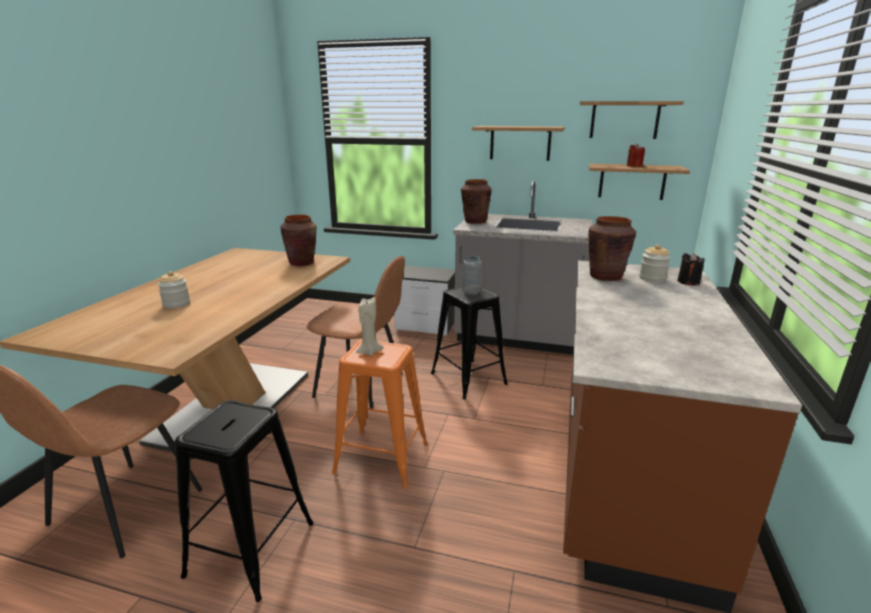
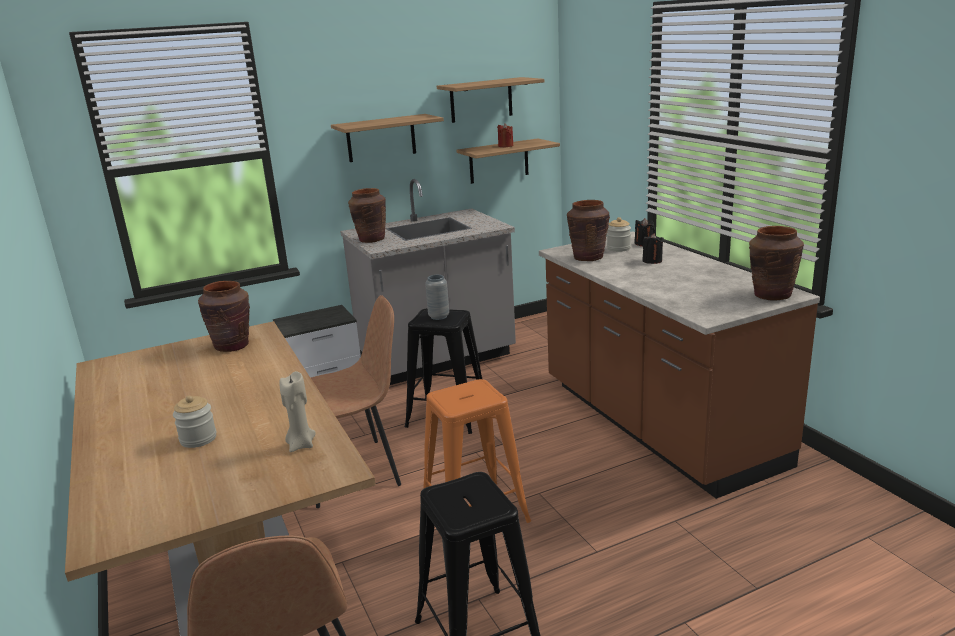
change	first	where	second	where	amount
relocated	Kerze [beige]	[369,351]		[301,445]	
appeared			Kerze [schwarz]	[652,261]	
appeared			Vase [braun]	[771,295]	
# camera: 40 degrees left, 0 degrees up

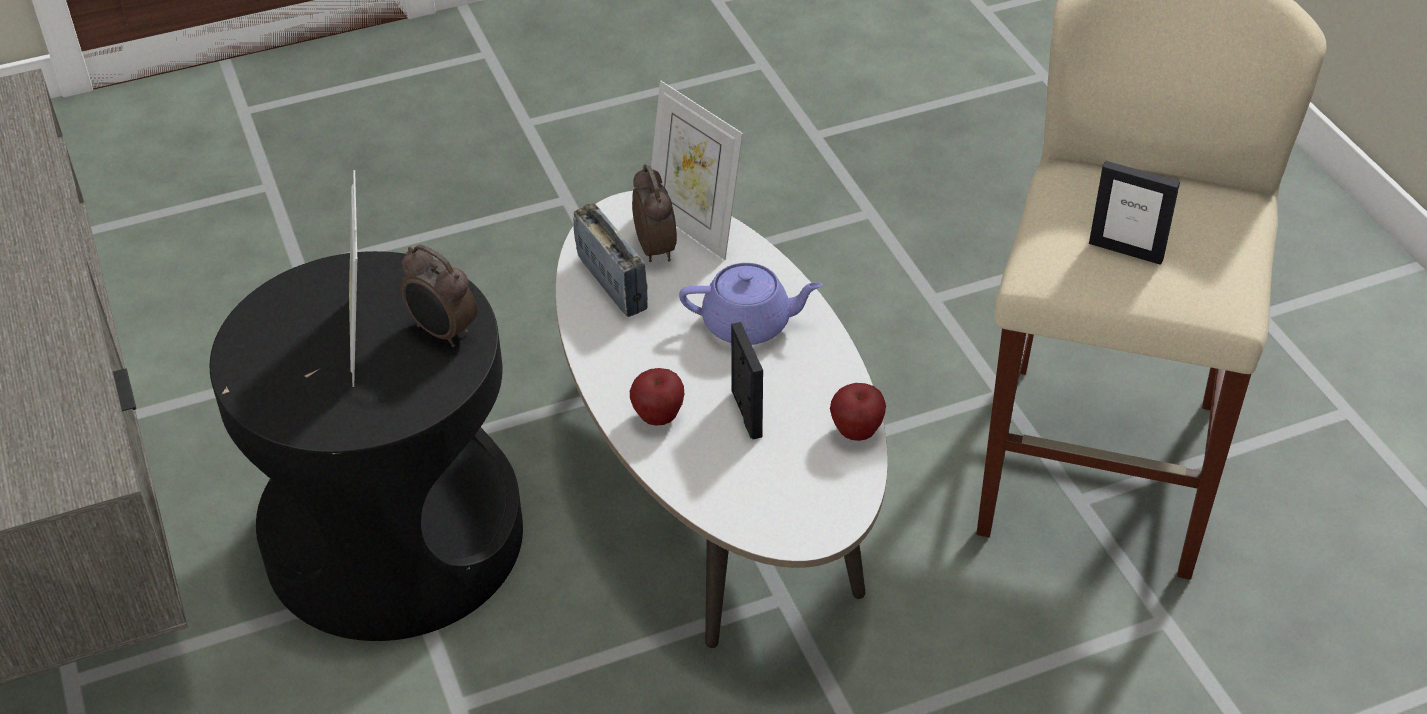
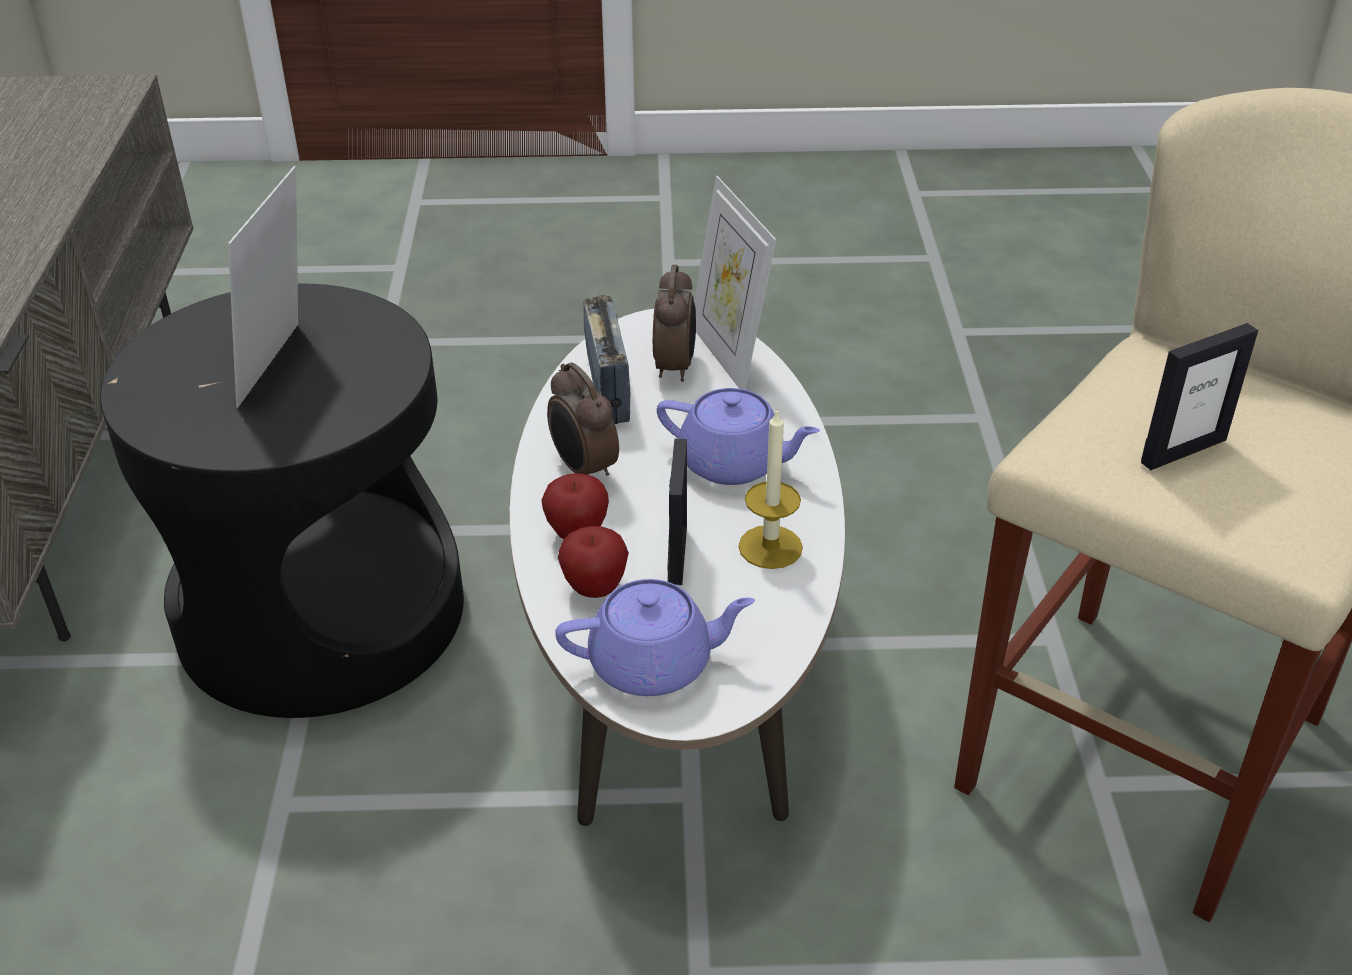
change	first	where	second	where	amount
relocated	Wecker	[442,332]		[583,469]	
relocated	Apfel	[856,432]		[594,588]	
spun	Bilderrahmen	[1126,250]		[1183,451]	75 degrees counterclockwise
appeared			Teekanne [lila]	[654,664]	
appeared			Kerze	[770,547]	
# camera: 20 degrees right, 5 degrees down

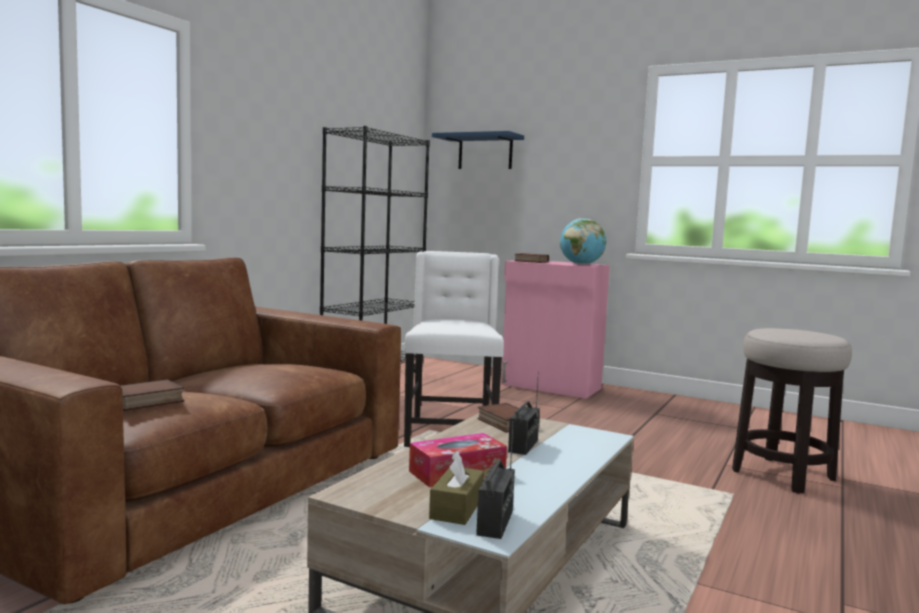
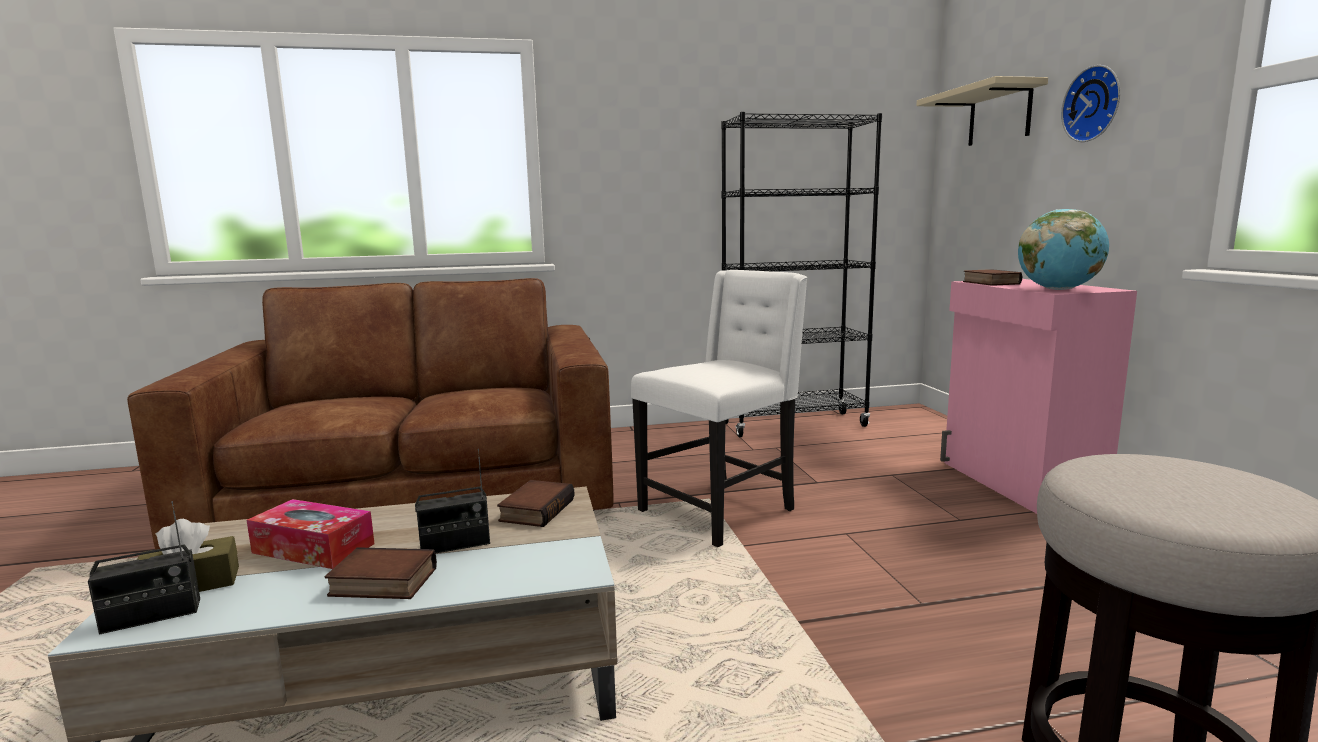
change	first	where	second	where	amount
relocated	Buch	[146,402]		[381,583]	
colour	Wandregal [blau]	[485,152]	Wandregal [beige]	[999,115]	
appeared			Wanduhr	[1094,104]	
# camera: 50 degrees right, 5 degrees up

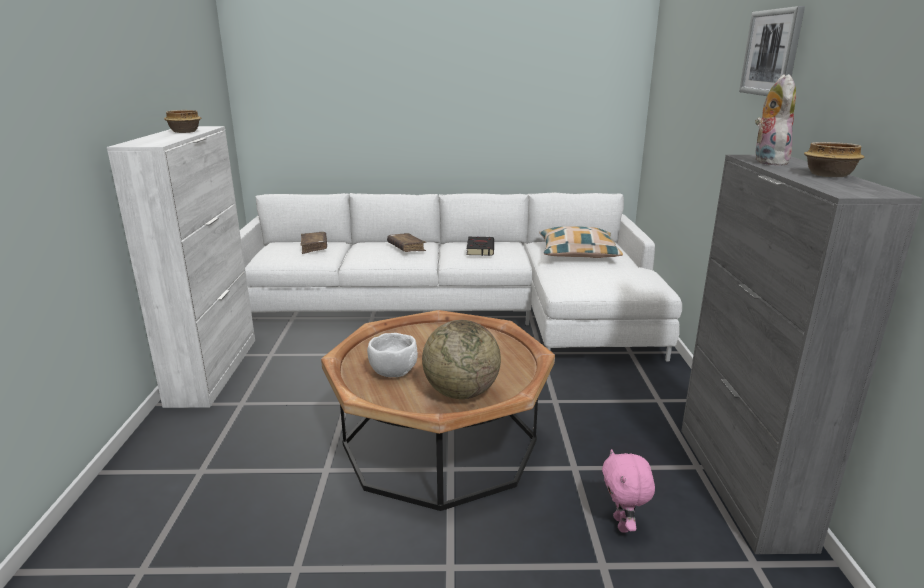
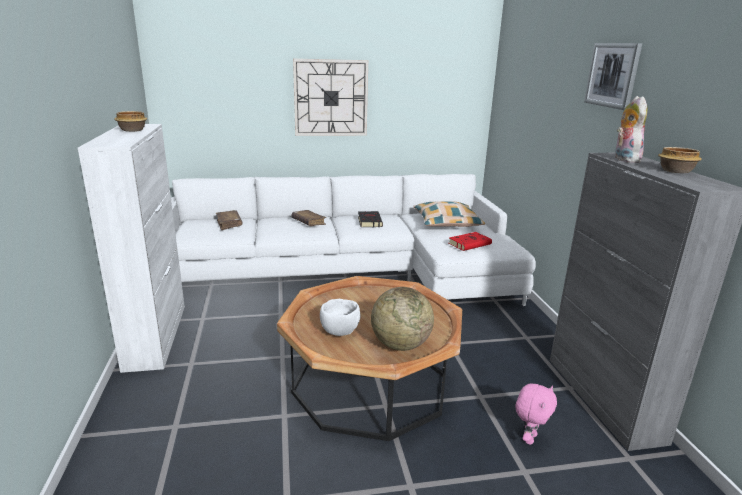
change	first	where	second	where	amount
spun	Plüschtier [rosa]	[622,524]		[529,438]	135 degrees counterclockwise
appeared			Wanduhr	[331,98]	
appeared			Buch [rot]	[470,244]	
# camera: 10 degrees left, 0 degrees up

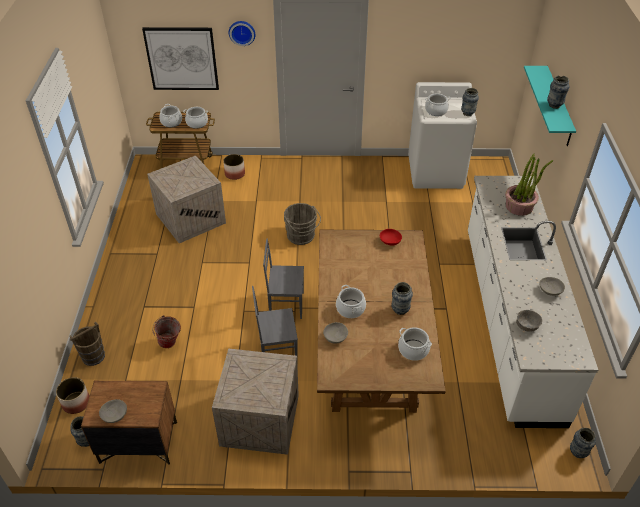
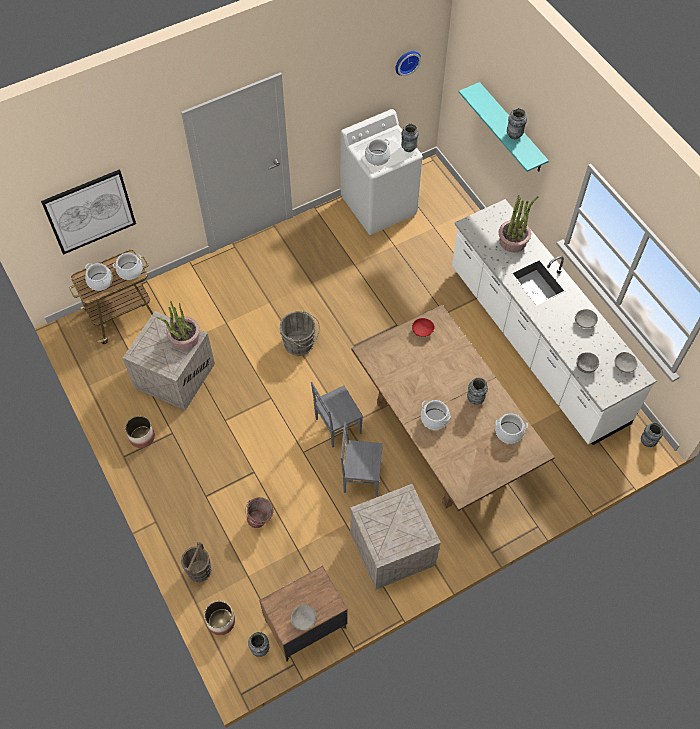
change	first	where	second	where	amount
relocated	Pflanzkübel	[234,174]		[142,437]	
relocated	Wanduhr	[242,32]		[406,61]	
spun	Stuhl [grau]	[277,350]		[361,476]	45 degrees clockwise
relocated	Schüssel [grau]	[335,337]		[623,366]	
appeared			Topfpflanze	[184,338]	
# camera: 30 degrees left, 15 degrees up

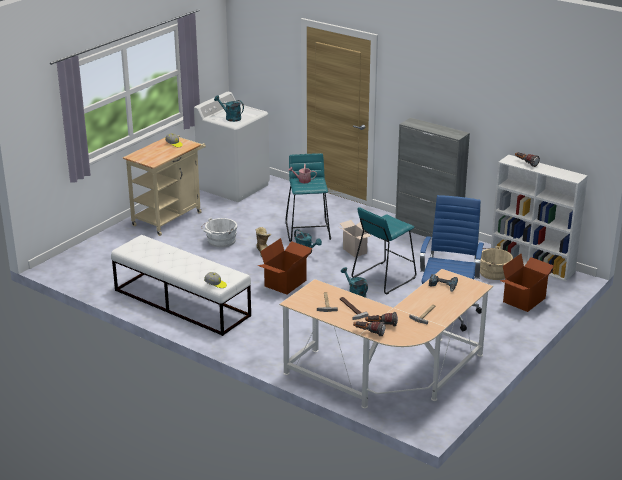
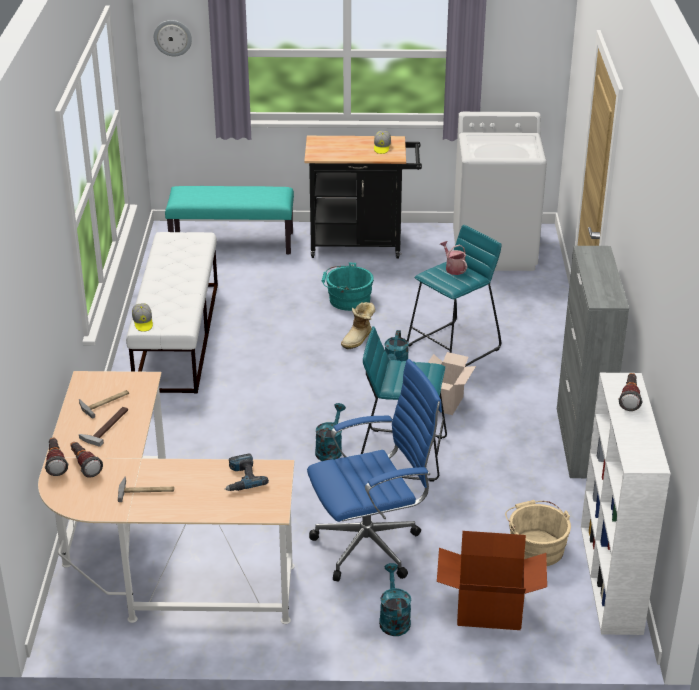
change	first	where	second	where	amount
colour	Rollwagen [beige]	[170,217]	Rollwagen [schwarz]	[362,245]	
colour	Eimer [weiß]	[220,241]	Eimer [türkis]	[347,300]	
relocated	Gießkanne [türkis]	[230,118]		[393,619]	
missing	Karton	[286,283]			
appeared			Wanduhr	[172,37]	
appeared			Bank [türkis]	[233,243]	
# camera: 55 degrees right, 5 degrees up

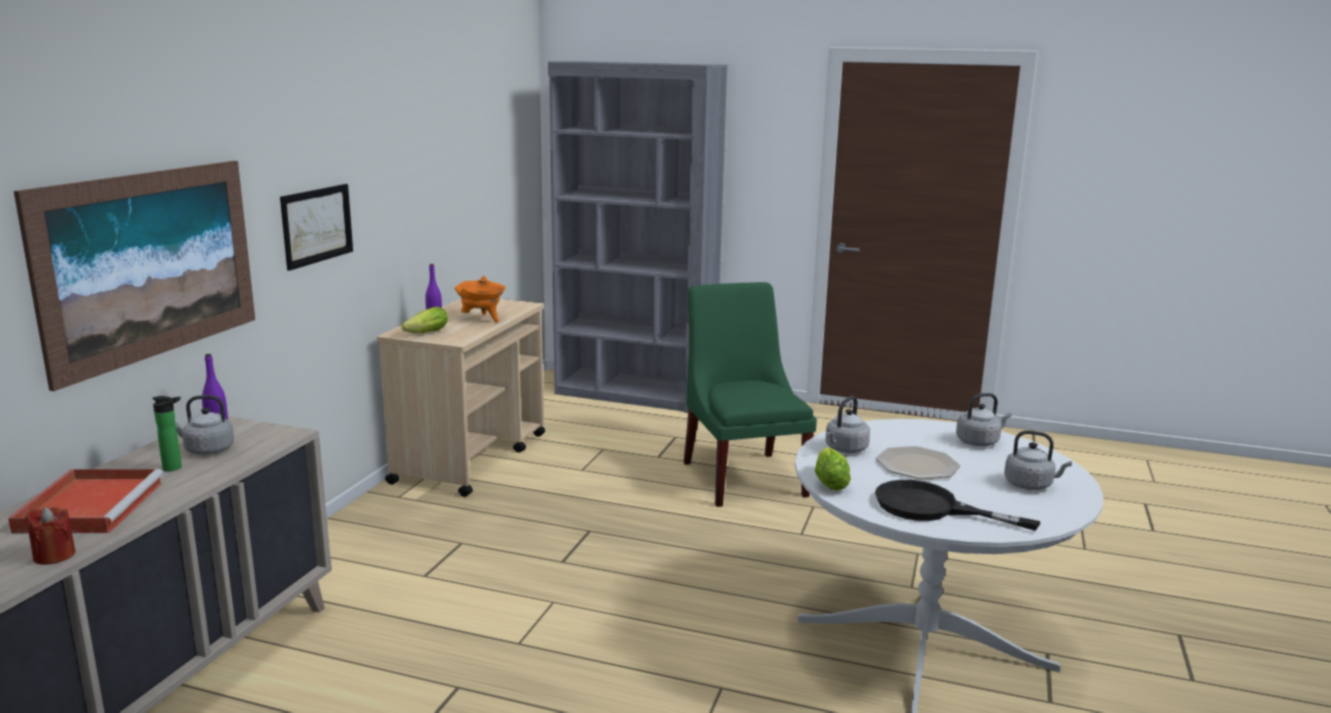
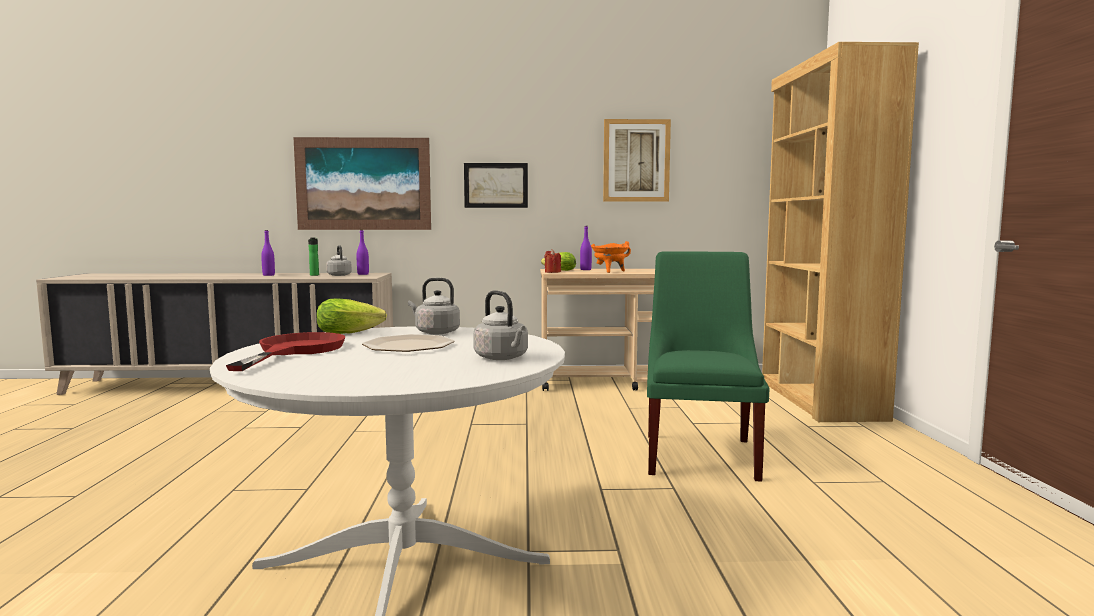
change	first	where	second	where	amount
exchanged	Tablett [rot]	[91,505]	Flasche [lila]	[268,275]	
relocated	Kerze [rot]	[54,555]		[552,272]	
colour	Bücherregal [grau]	[635,393]	Bücherregal [braun]	[818,399]	
spun	Stuhl [grün]	[743,476]		[701,454]	45 degrees counterclockwise
colour	Pfanne [schwarz]	[931,508]	Pfanne [rot]	[294,351]	
missing	Wasserkessel [grau]	[1031,485]			
appeared			Bild	[636,160]	
# camera: 70 degrees right, 10 degrees down

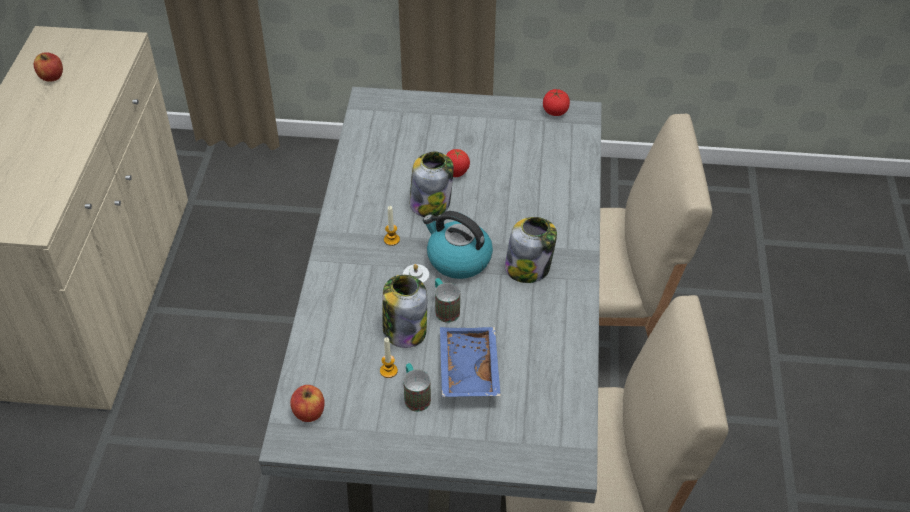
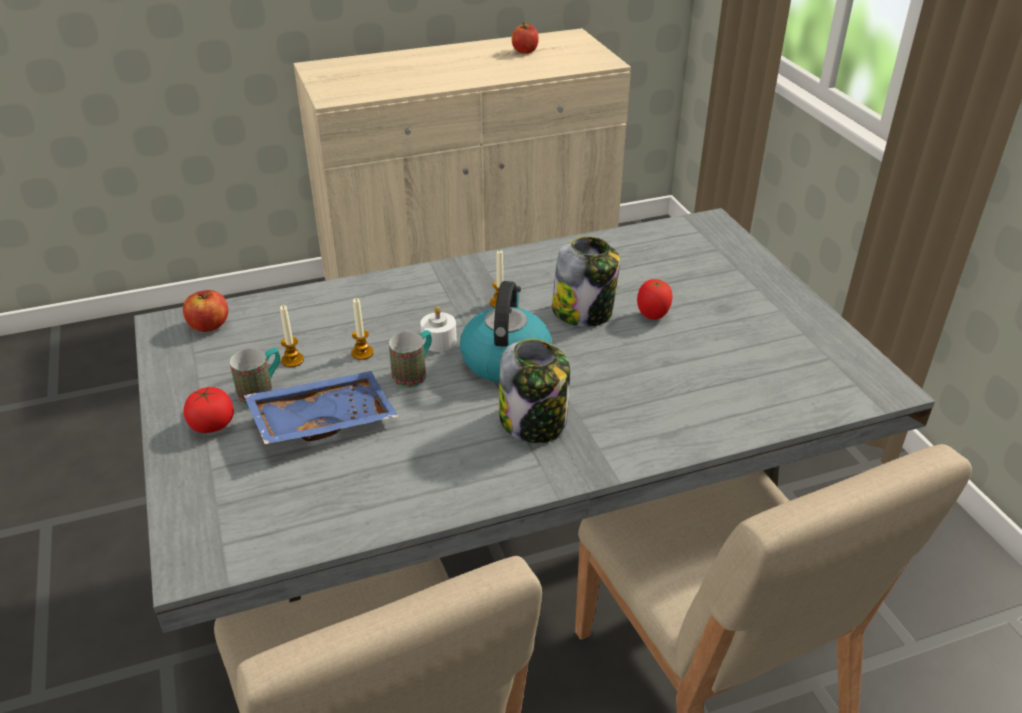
change	first	where	second	where	amount
exchanged	Vorratsglas	[404,330]	Kerze	[362,353]	
relocated	Tomate	[555,111]		[212,425]	
# camera: 65 degrees right, 10 degrees down

